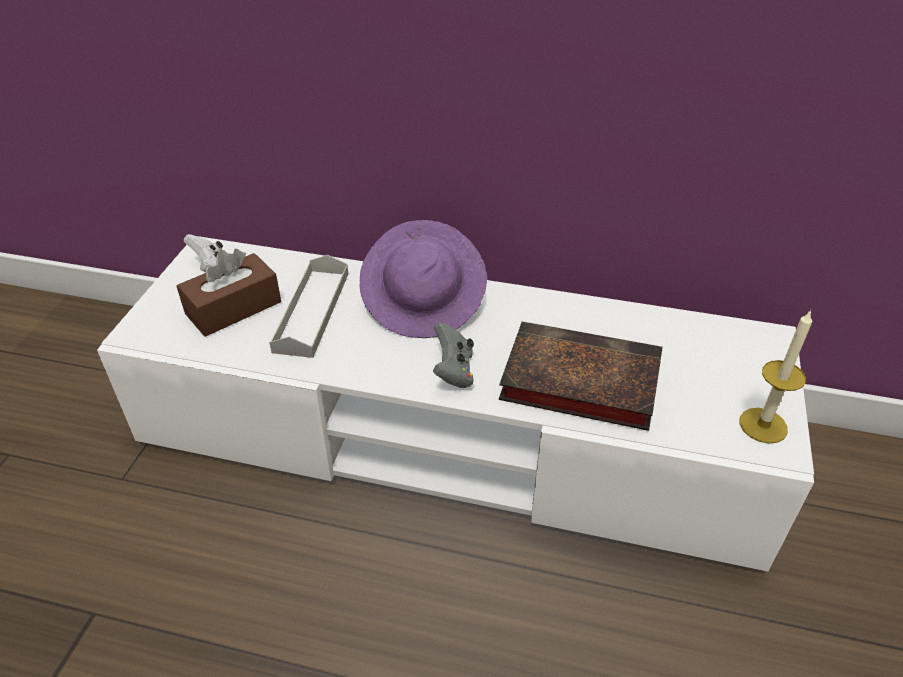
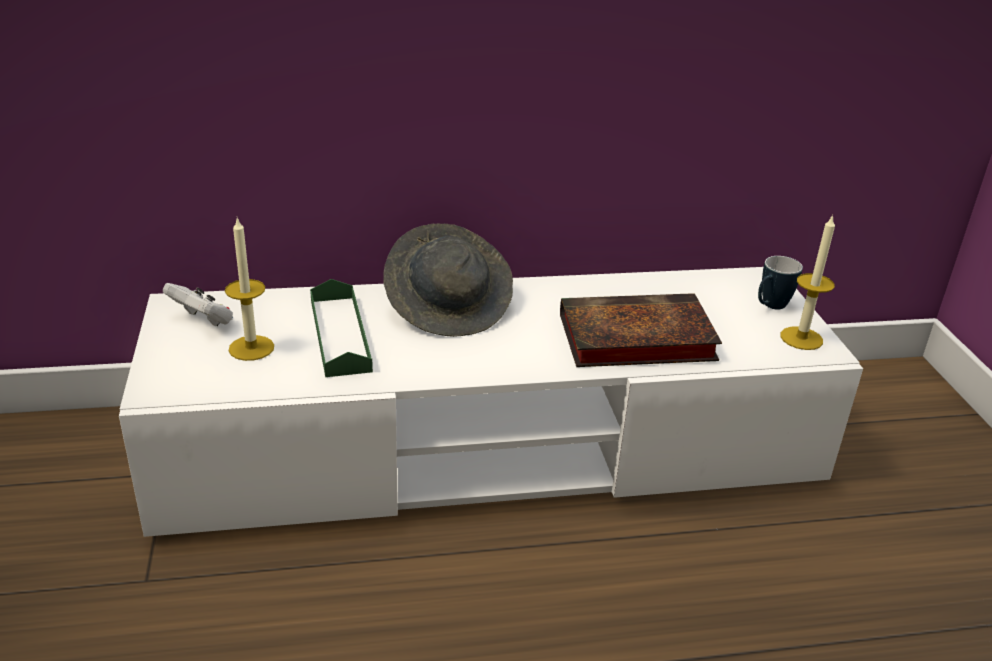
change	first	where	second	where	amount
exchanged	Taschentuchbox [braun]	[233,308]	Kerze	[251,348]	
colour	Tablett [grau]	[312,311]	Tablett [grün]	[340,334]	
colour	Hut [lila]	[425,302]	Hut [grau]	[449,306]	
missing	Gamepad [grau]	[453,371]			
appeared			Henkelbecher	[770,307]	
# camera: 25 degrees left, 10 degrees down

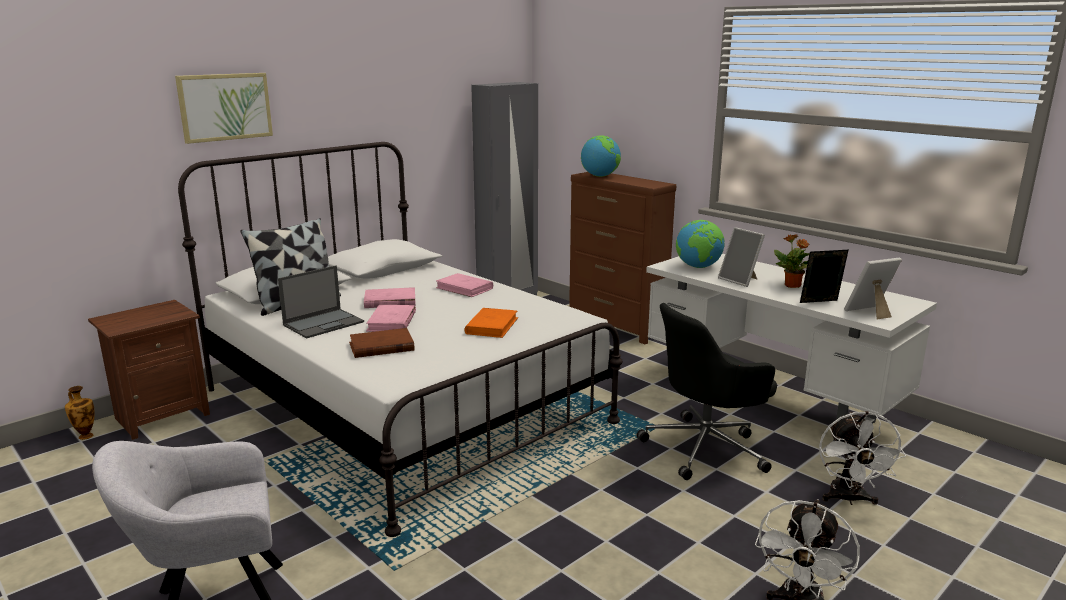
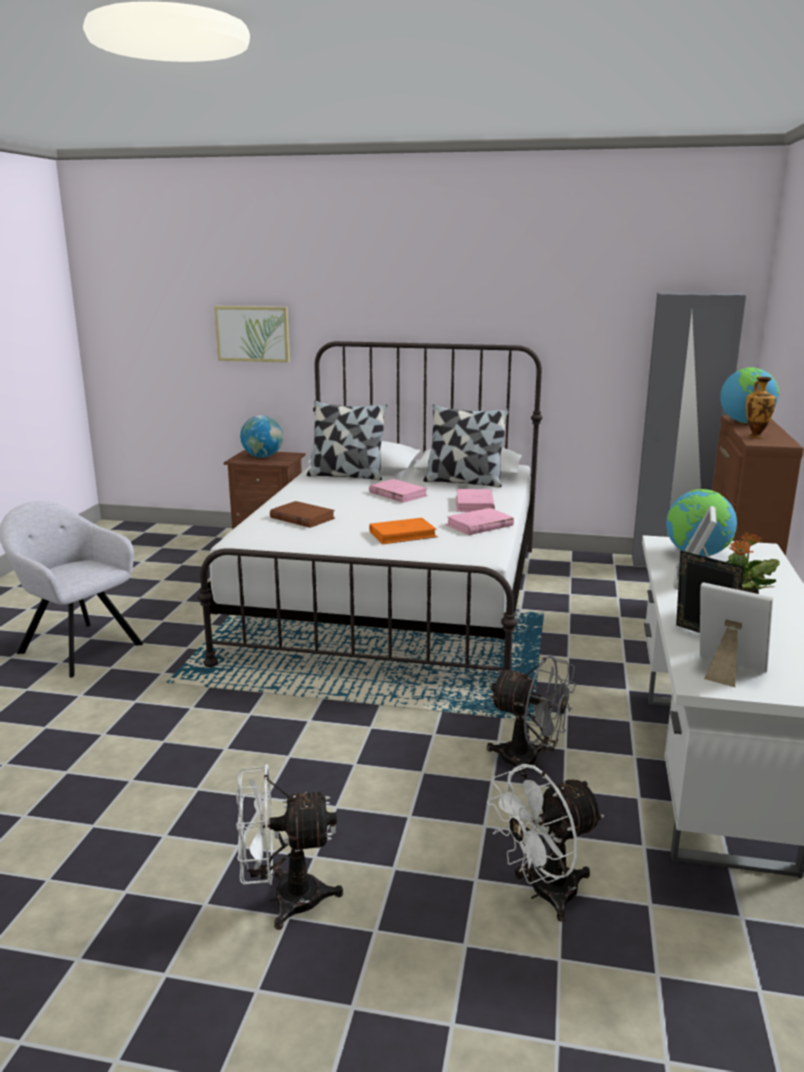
change	first	where	second	where	amount
relocated	Vase	[85,436]		[755,436]	
relocated	Bild	[225,107]		[252,333]	
missing	Laptop	[324,323]			
relocated	Buch [rosa]	[391,322]		[479,525]	
exchanged	Bürostuhl [schwarz]	[706,448]	Ventilator [grau]	[529,762]	
appeared			Globus	[263,457]	
appeared			Kissen	[464,482]	
# camera: 55 degrees right, 0 degrees up

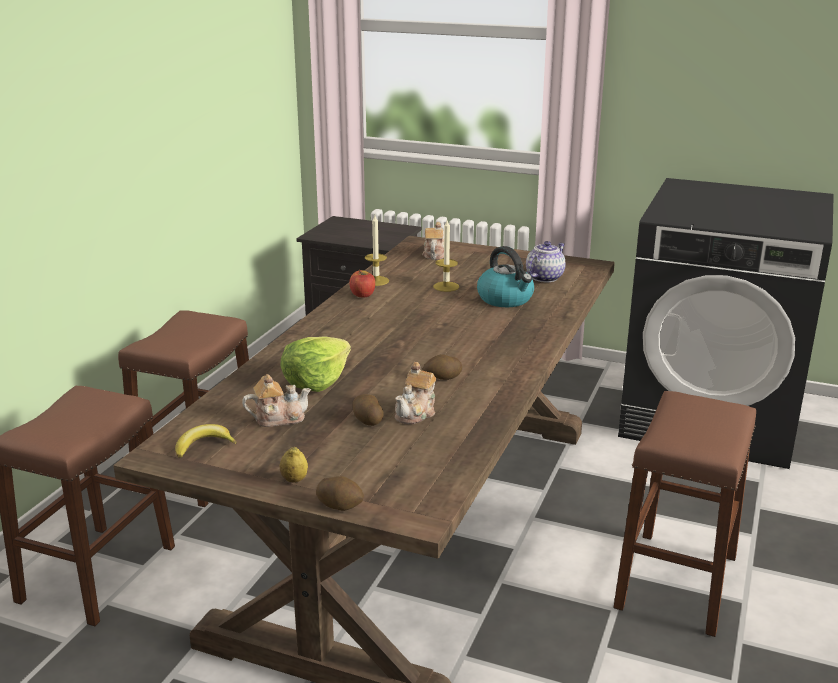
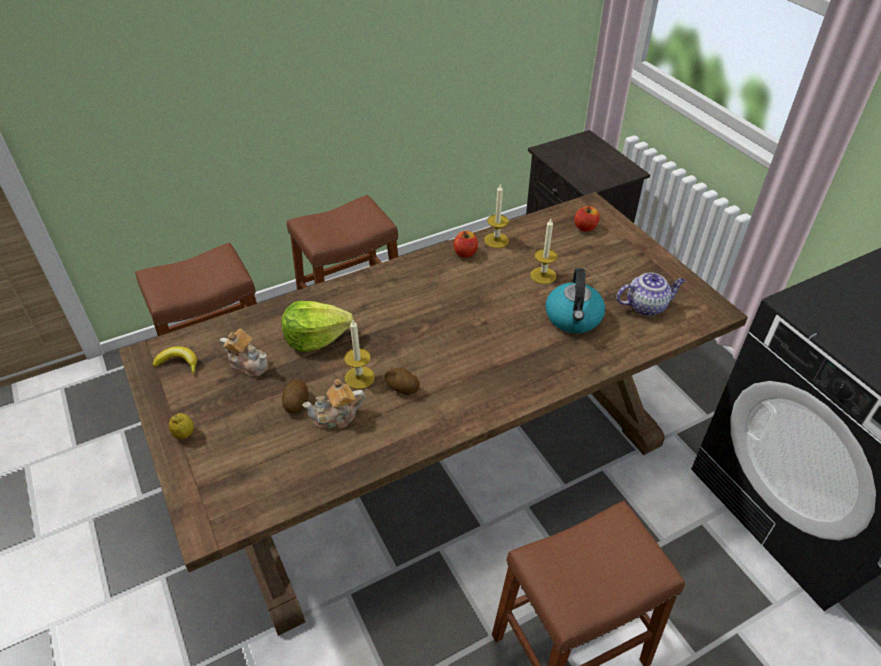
change	first	where	second	where	amount
missing	Kartoffel	[340,505]			
exchanged	Teekanne	[434,254]	Apfel	[585,227]	
appeared			Kerze	[359,377]	
# camera: 40 degrees right, 20 degrees up

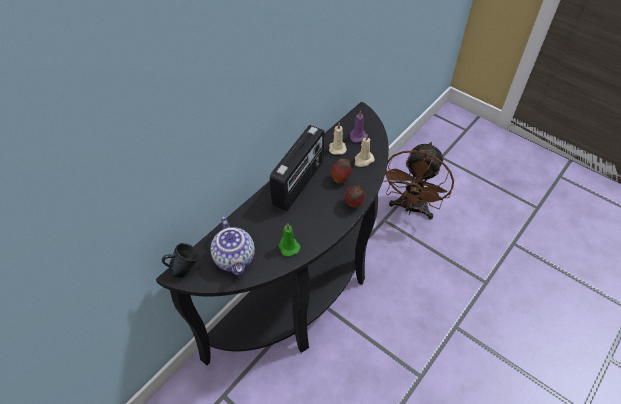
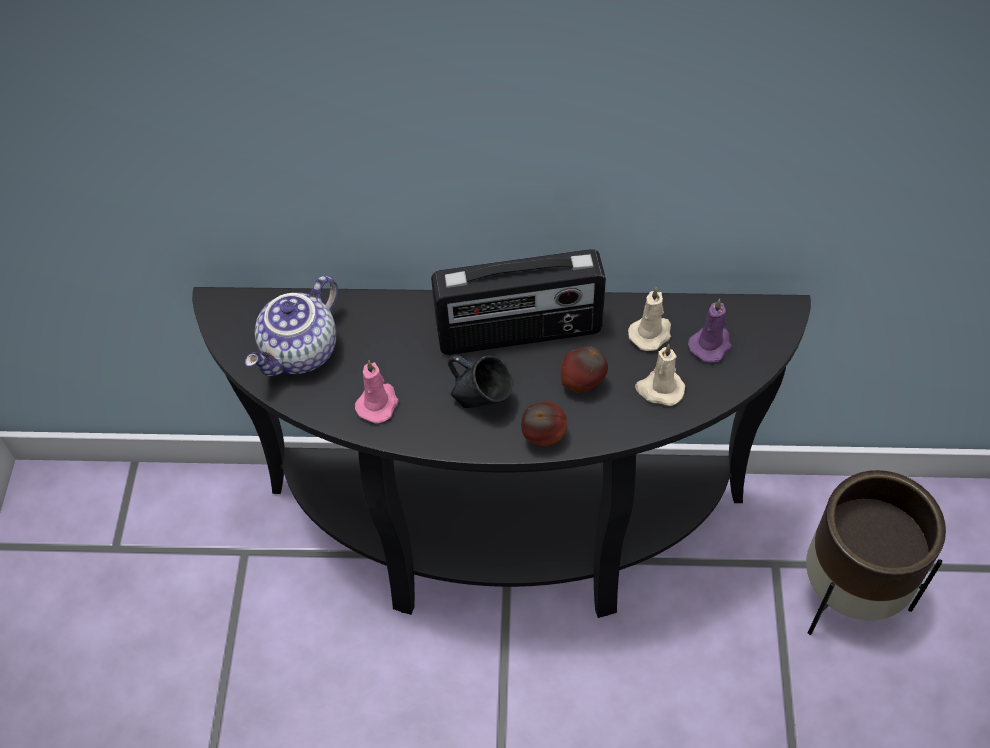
change	first	where	second	where	amount
relocated	Henkelbecher [blau]	[185,269]		[480,401]	
colour	Kerze [grün]	[288,246]	Kerze [rosa]	[378,403]	
exchanged	Ventilator [braun]	[411,208]	Pflanzkübel [braun]	[849,595]	
# camera: 55 degrees right, 5 degrees up

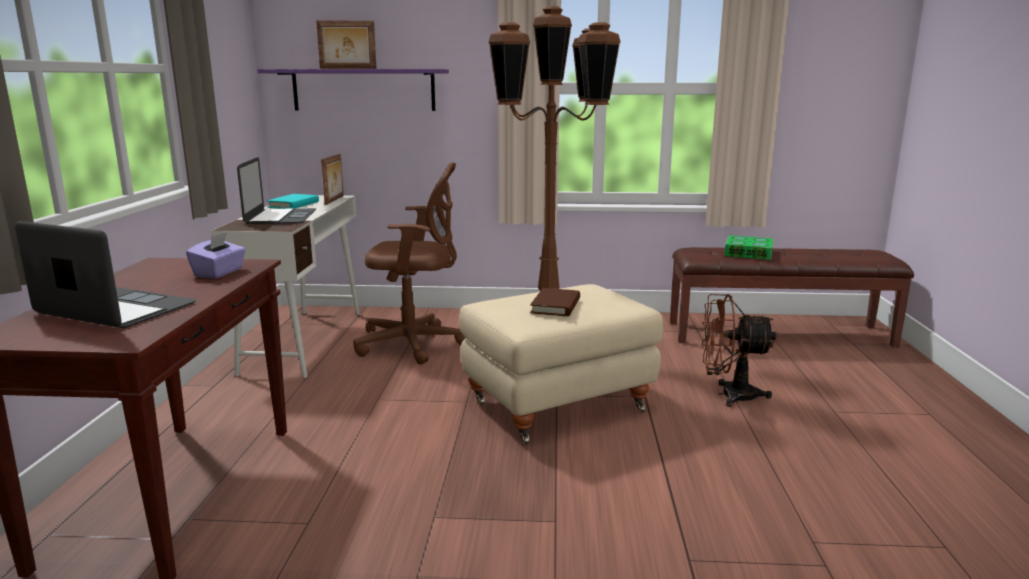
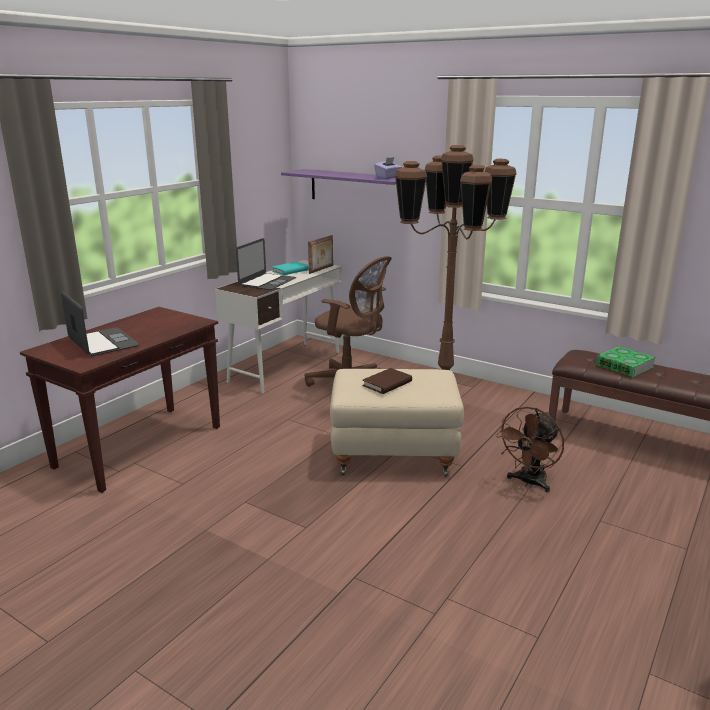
change	first	where	second	where	amount
relocated	Taschentuchbox [lila]	[219,272]		[388,177]	
missing	Bilderrahmen	[348,68]			
spun	Ventilator [braun]	[728,395]		[529,482]	90 degrees counterclockwise
# camera: 30 degrees right, 5 degrees up

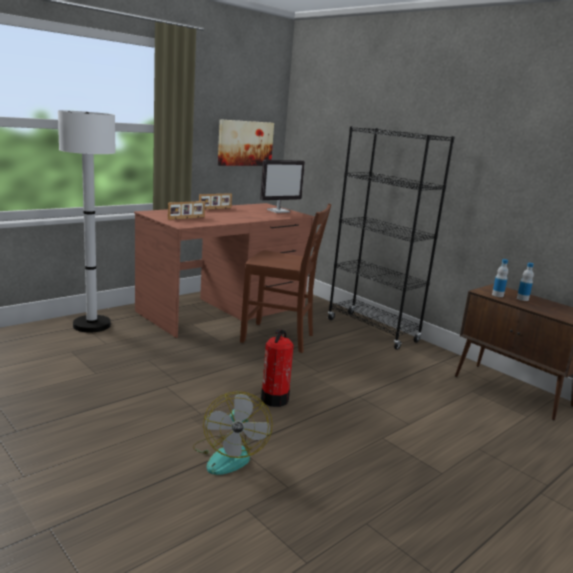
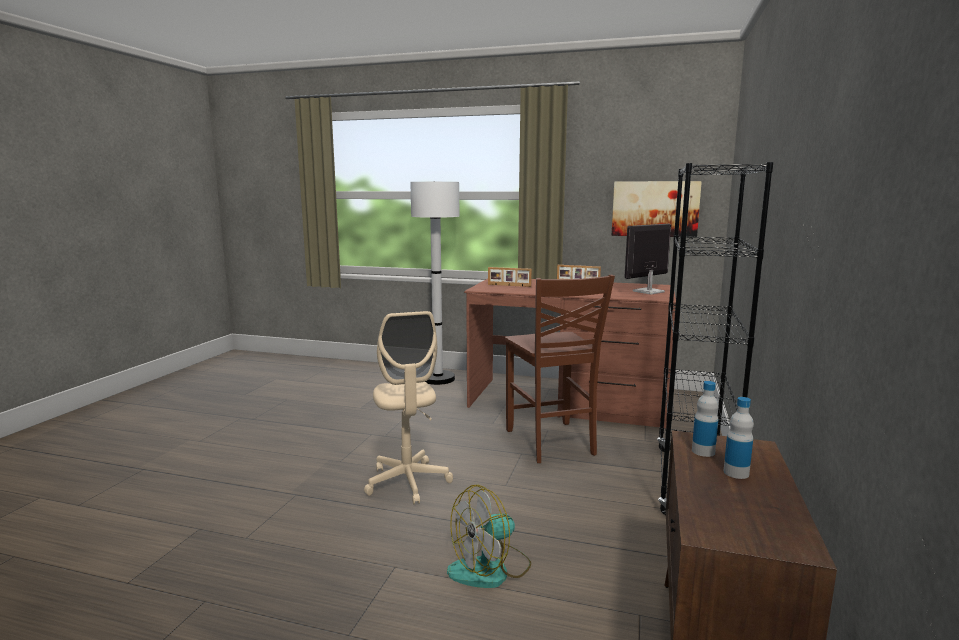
change	first	where	second	where	amount
relocated	Ventilator	[229,455]		[490,569]	
spun	Monitor	[278,211]		[648,292]	120 degrees clockwise
exchanged	Feuerlöscher	[275,399]	Bürostuhl [beige]	[408,482]	
# camera: 60 degrees right, 5 degrees down

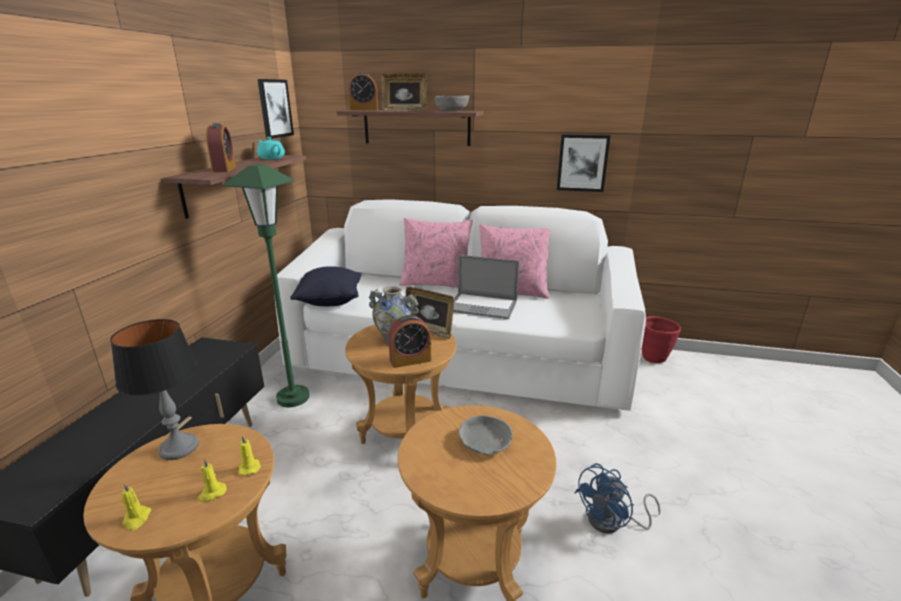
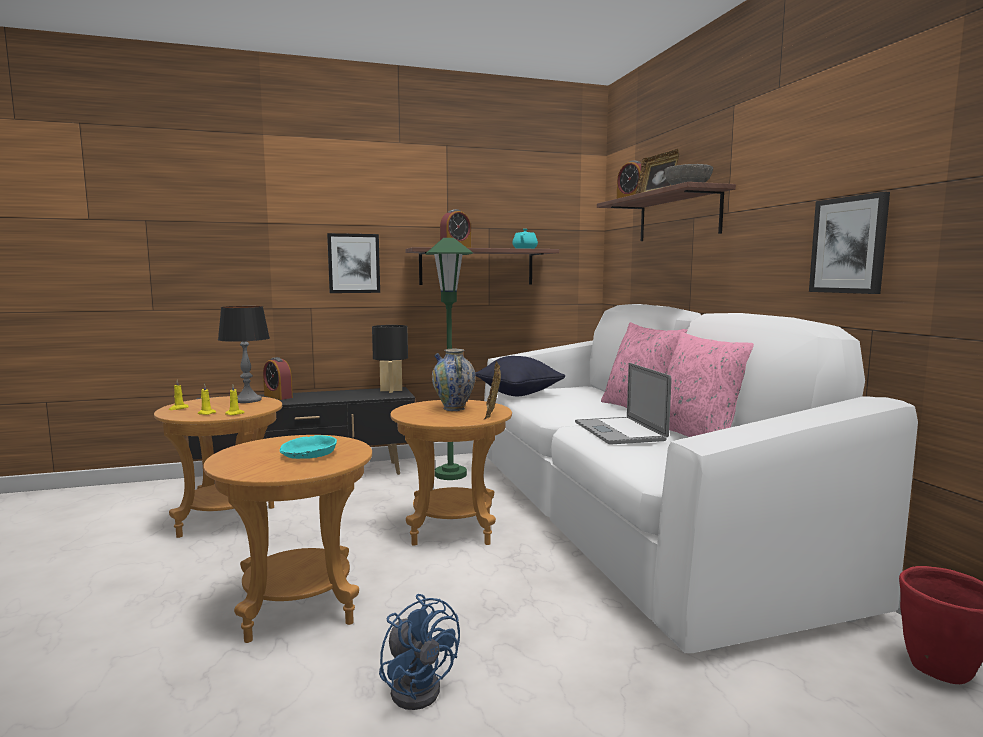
change	first	where	second	where	amount
relocated	Bild	[275,108]		[354,263]	
relocated	Wecker	[410,360]		[278,396]	
colour	Schüssel [grau]	[485,442]	Schüssel [türkis]	[308,454]	
spun	Ventilator [blau]	[612,522]		[418,686]	150 degrees counterclockwise
appeared			Tischlampe [schwarz]	[391,390]	
# camera: 60 degrees right, 15 degrees down

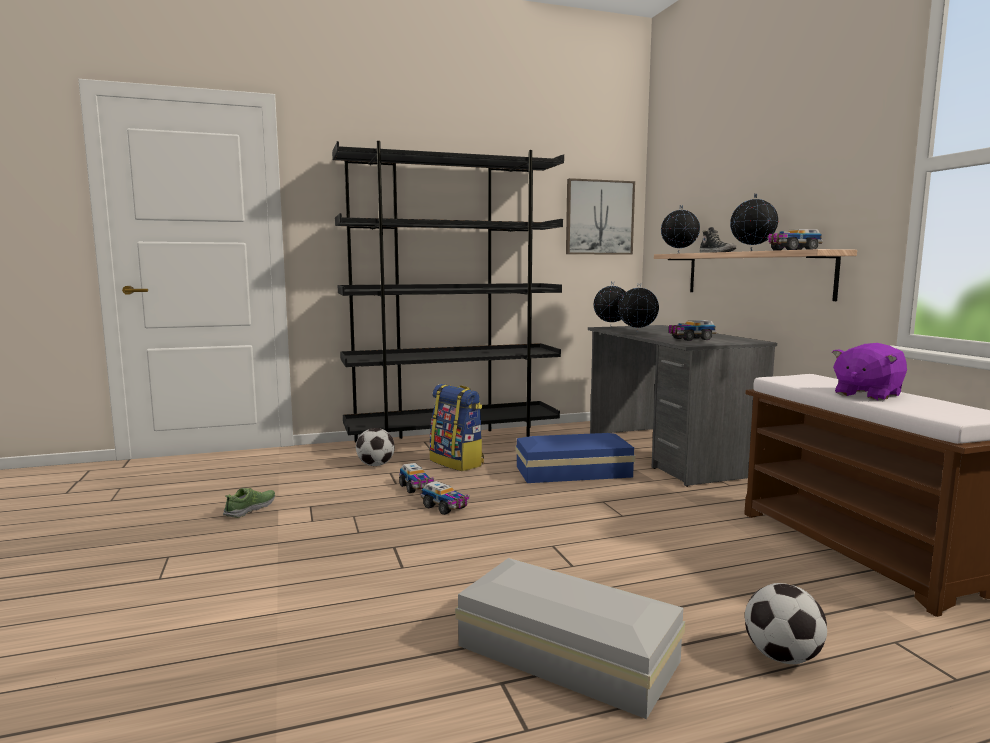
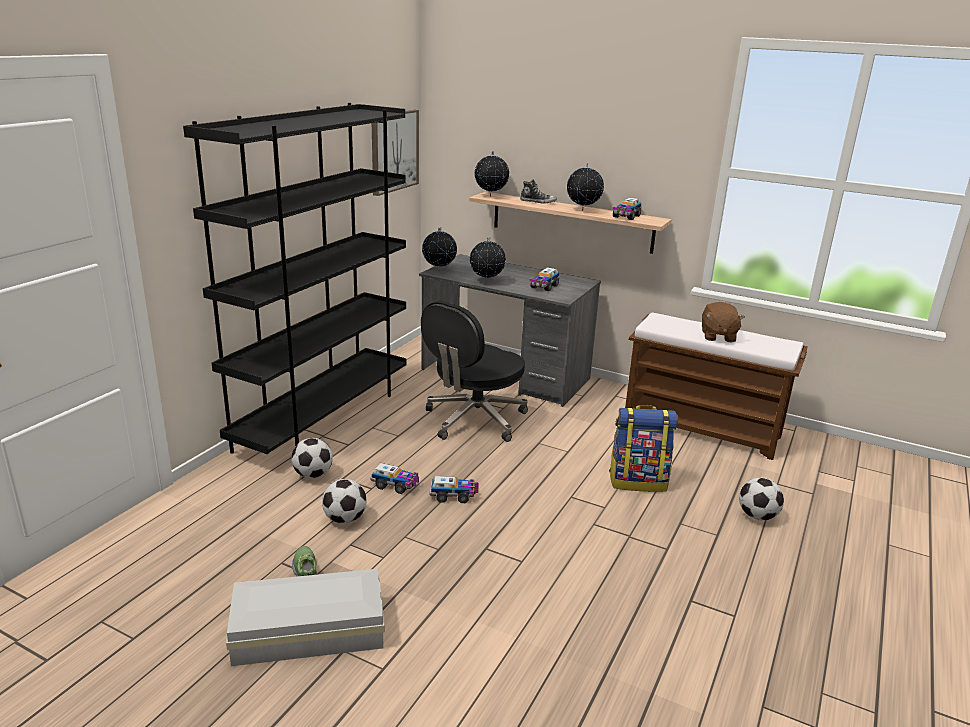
change	first	where	second	where	amount
relocated	Rucksack	[457,463]		[638,481]	
relocated	Aufbewahrungsbox [weiß]	[569,655]		[311,632]	
exchanged	Aufbewahrungsbox [blau]	[571,471]	Bürostuhl [schwarz]	[474,420]	
colour	Plüschtier [lila]	[866,394]	Plüschtier [braun]	[717,336]	
appeared			Fußball	[345,519]	
# camera: 45 degrees left, 15 degrees up

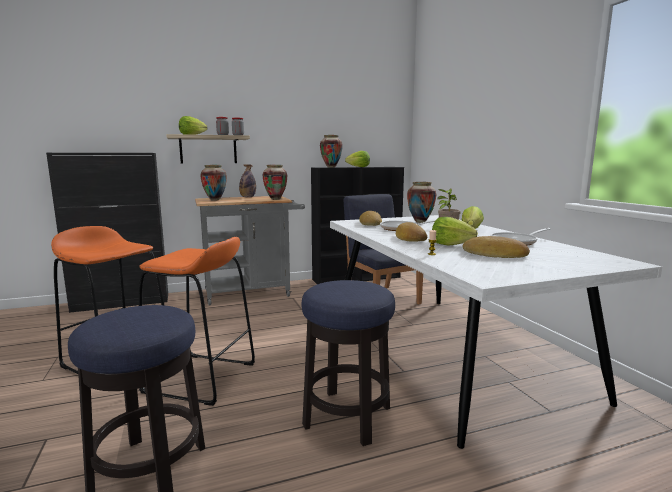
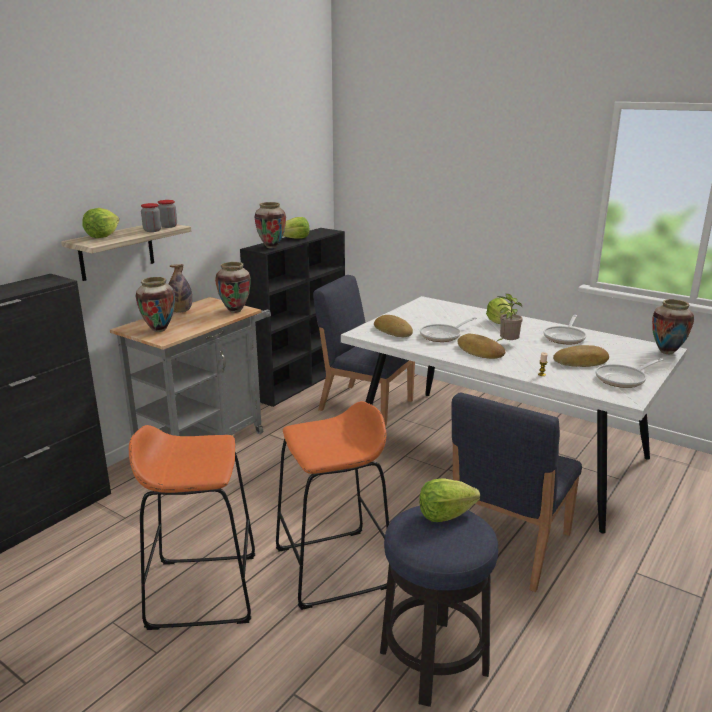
change	first	where	second	where	amount
exchanged	Hocker	[347,417]	Stuhl [blau]	[507,545]	
relocated	Vase	[420,222]		[666,352]	
relocated	Salatkopf	[450,244]		[445,514]	
appeared			Pfanne	[623,379]	
# camera: 35 degrees left, 10 degrees up

